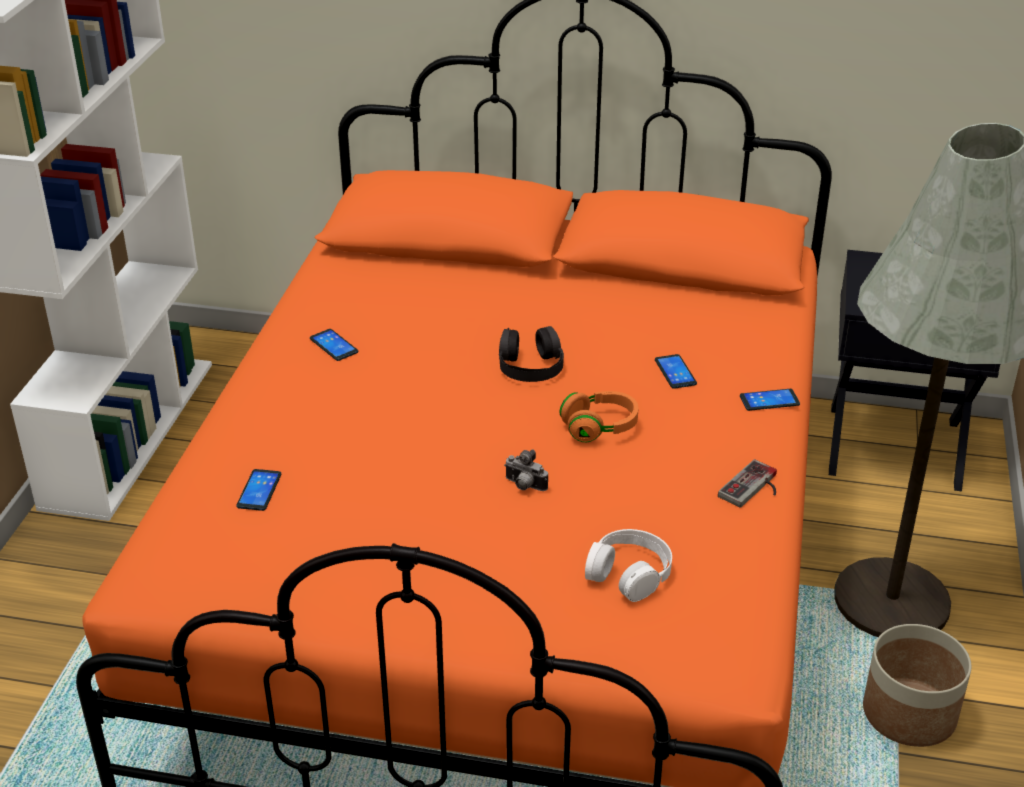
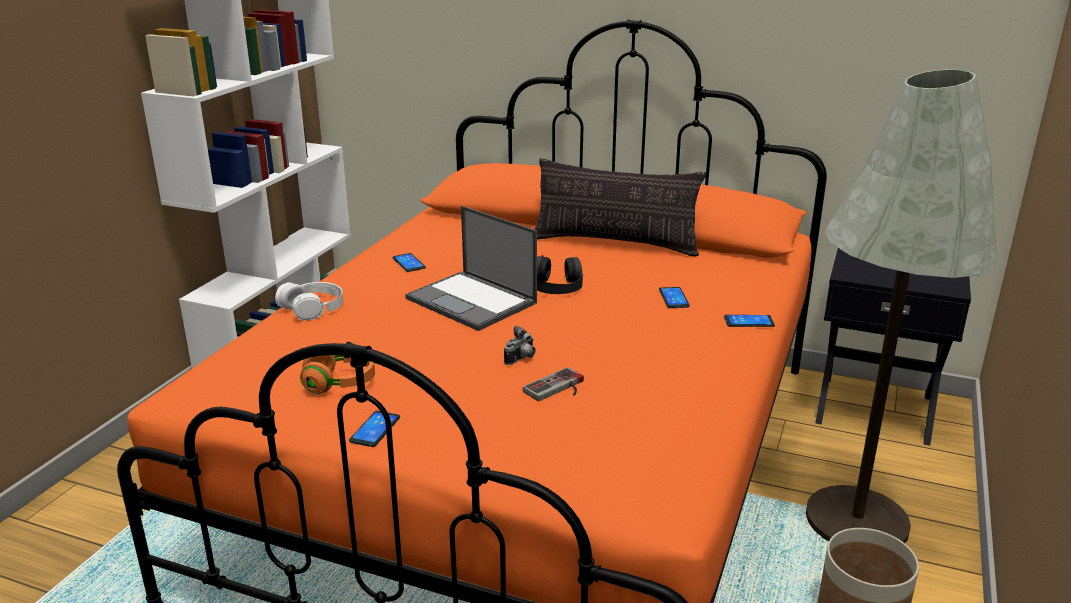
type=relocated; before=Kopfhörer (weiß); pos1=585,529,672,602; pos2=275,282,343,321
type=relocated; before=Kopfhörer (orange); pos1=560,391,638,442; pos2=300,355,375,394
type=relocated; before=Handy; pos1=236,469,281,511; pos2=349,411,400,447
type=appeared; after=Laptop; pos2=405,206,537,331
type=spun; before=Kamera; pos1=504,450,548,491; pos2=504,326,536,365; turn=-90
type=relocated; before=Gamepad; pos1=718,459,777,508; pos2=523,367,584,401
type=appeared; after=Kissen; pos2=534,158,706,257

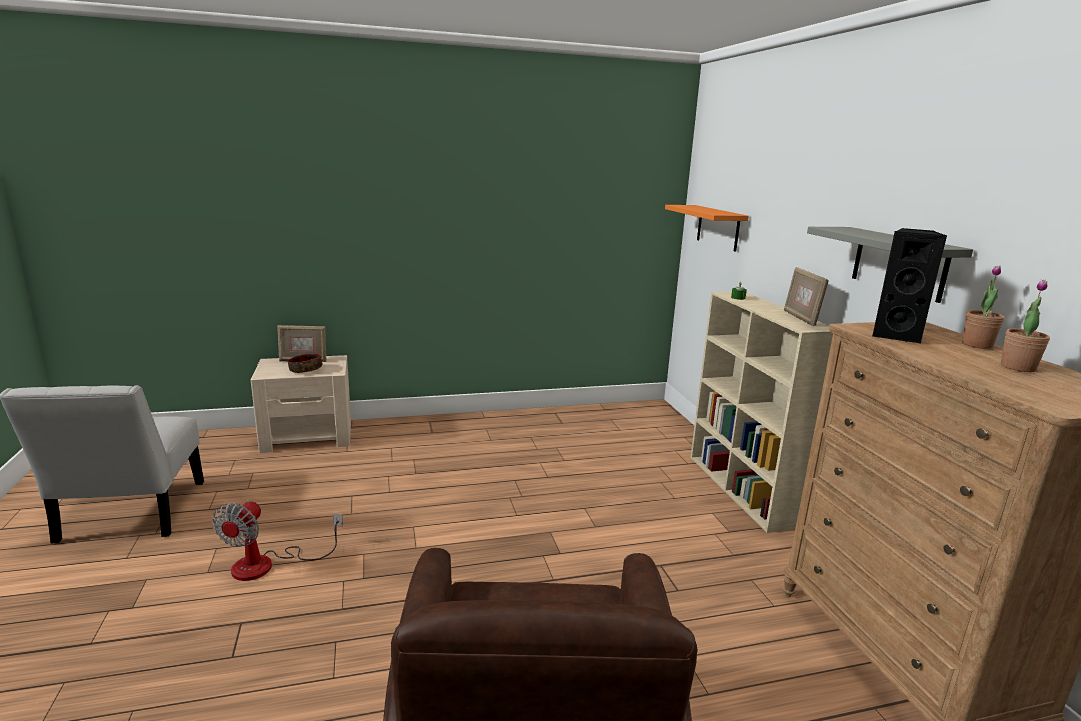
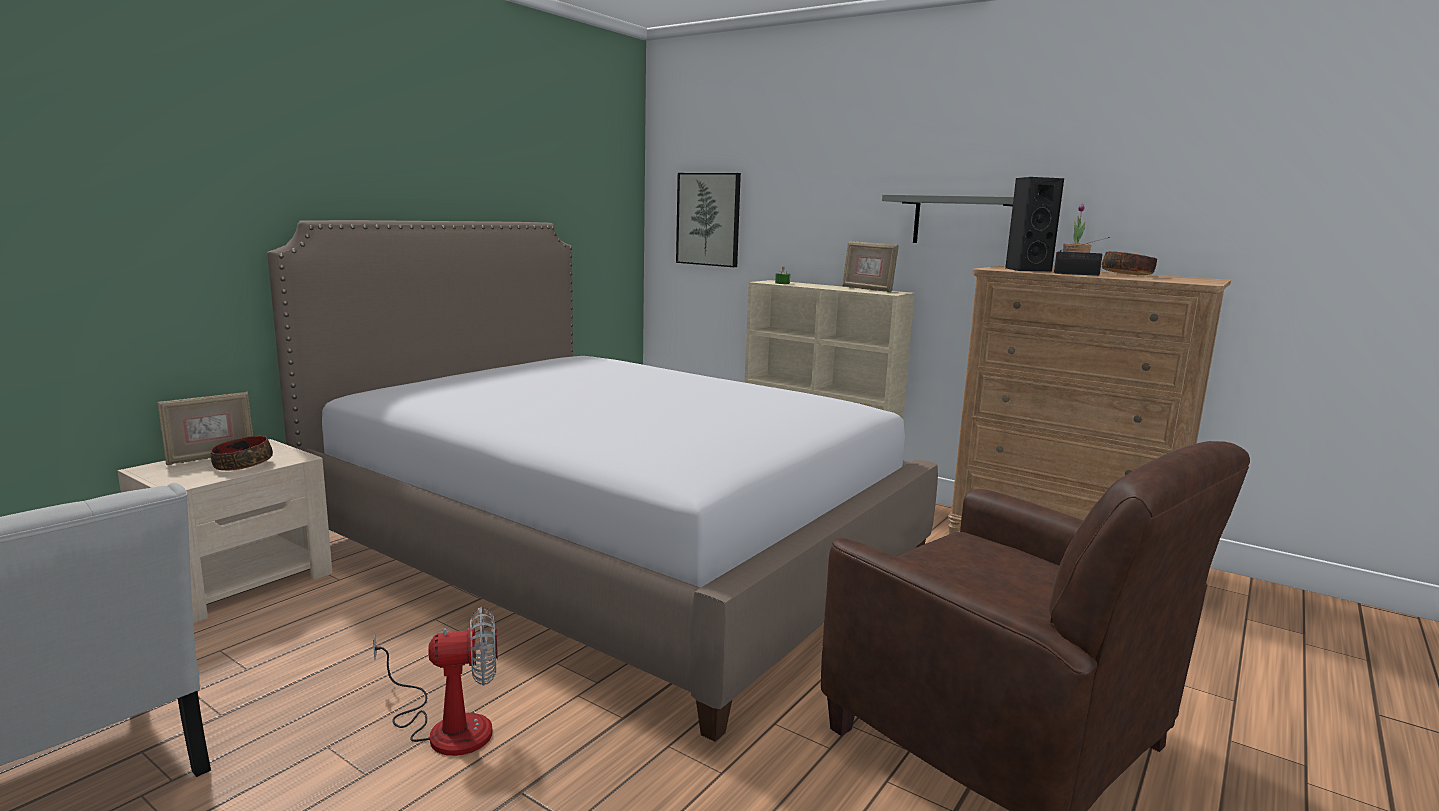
type=appeared; after=Bett; pos2=267,220,938,742
type=spun; before=Ventilator; pos1=212,500,343,581; pos2=373,607,498,756; turn=-75
type=exchanged; before=Wandregal (orange); after=Bild; pos1=665,205,749,252; pos2=676,173,741,267
type=appeared; after=Radio; pos2=1054,237,1110,276
type=exchanged; before=Topfpflanze; after=Schüssel; pos1=1001,280,1050,372; pos2=1102,251,1157,275

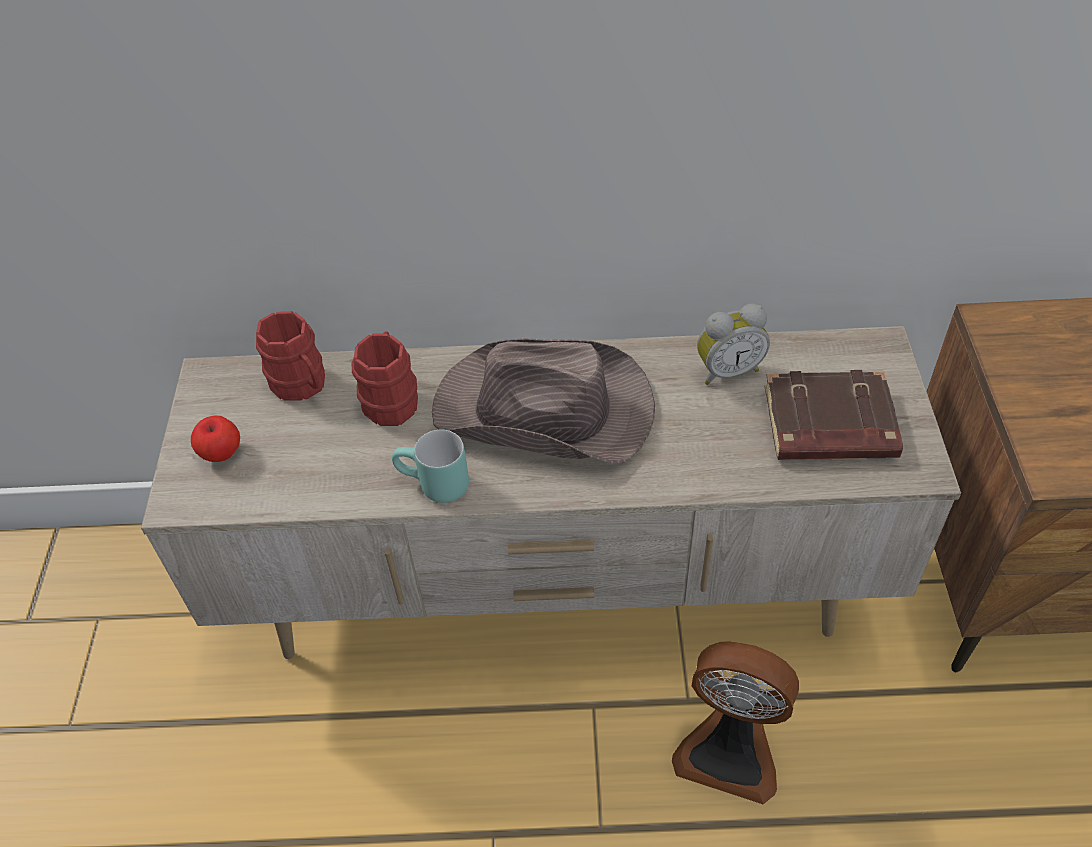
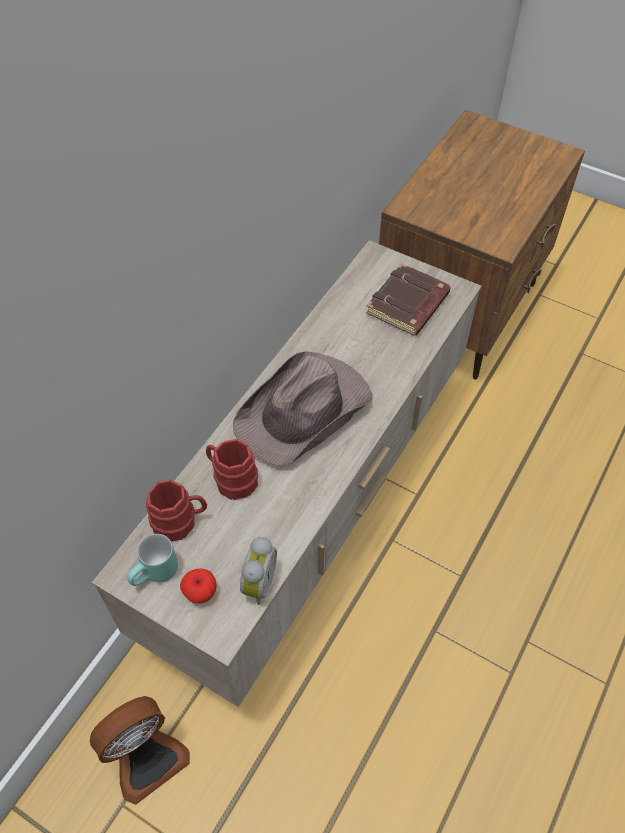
type=relocated; before=Ventilator; pos1=672,641,799,804; pos2=90,696,190,805
type=relocated; before=Henkelbecher (türkis); pos1=392,430,469,503; pos2=127,534,178,586
type=relocated; before=Wecker; pos1=697,304,770,385; pos2=240,537,277,605

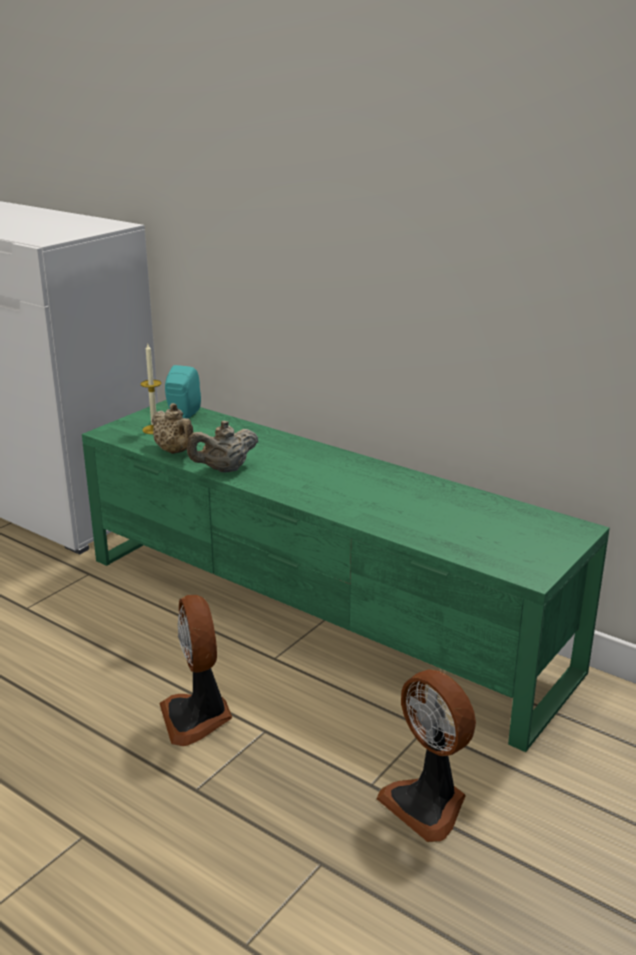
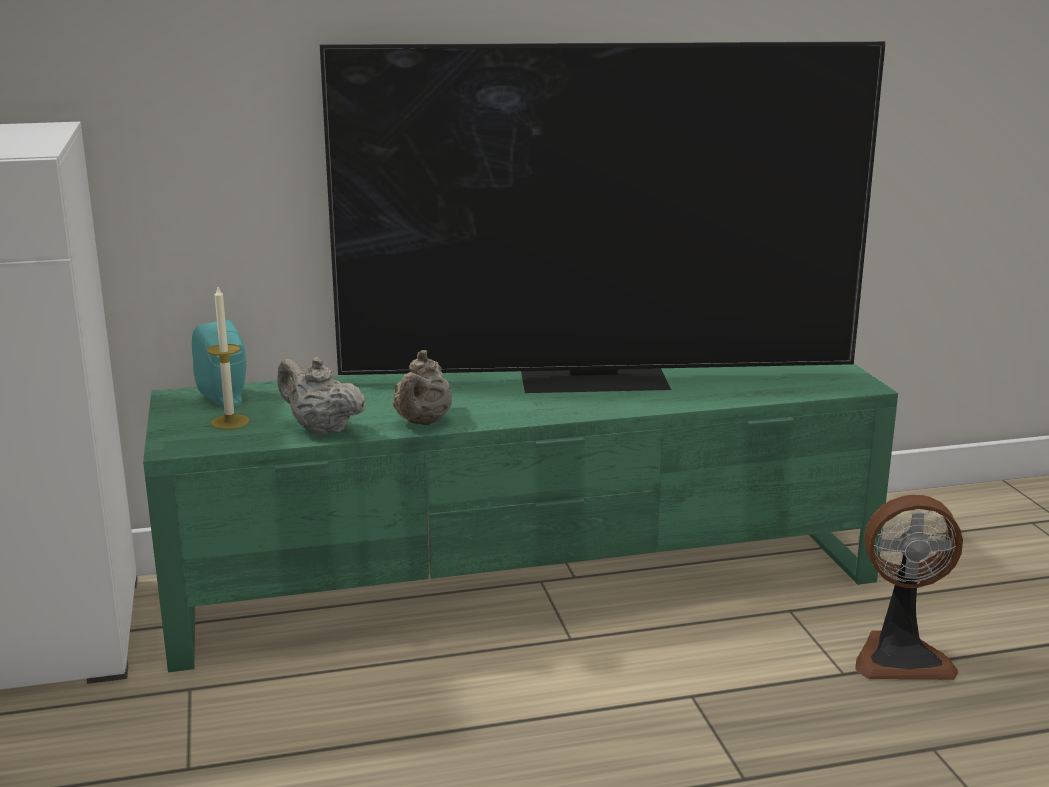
type=spun; before=Teekanne (beige); pos1=151,403,193,454; pos2=277,357,366,436; turn=-150
type=appeared; after=Fernseher; pos2=320,41,886,393
type=missing; before=Ventilator; pos1=159,595,232,746

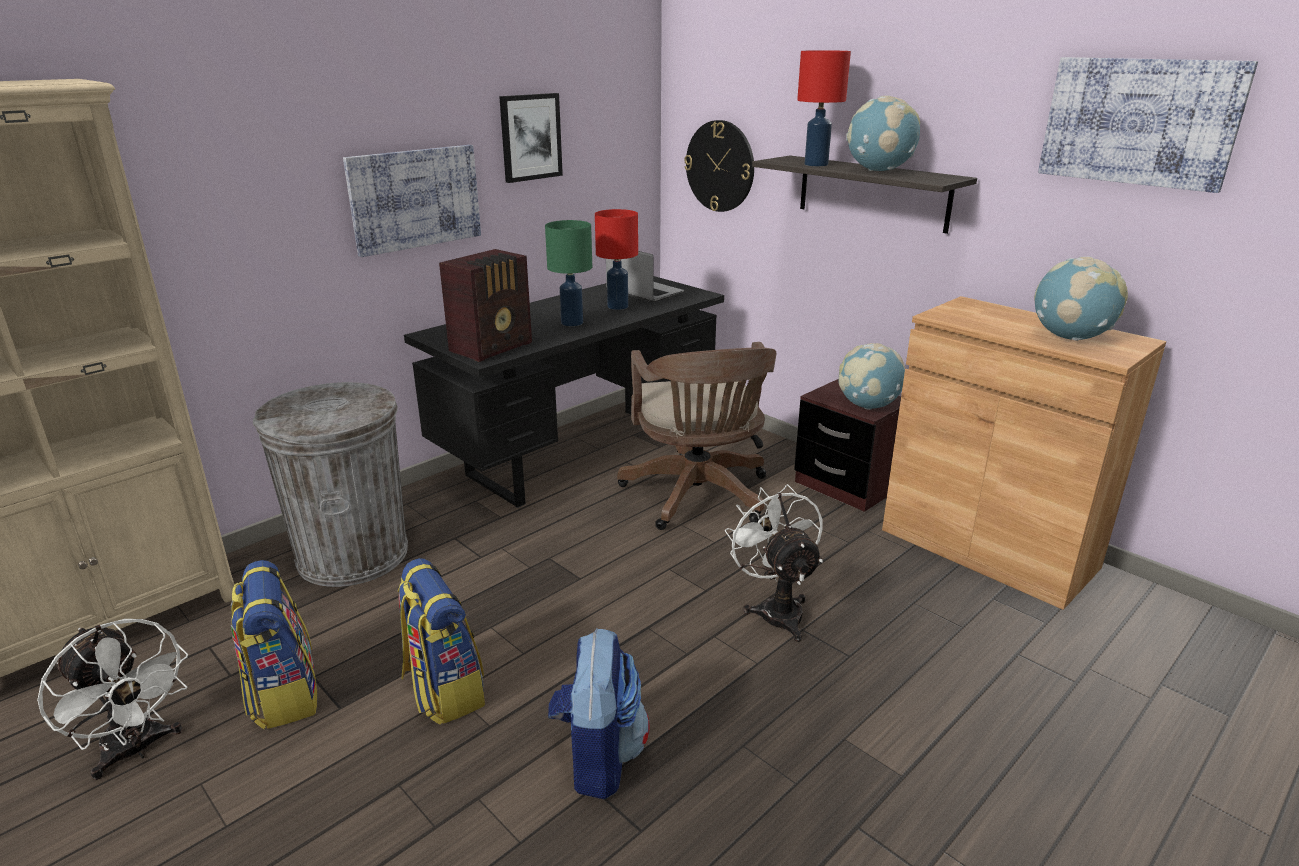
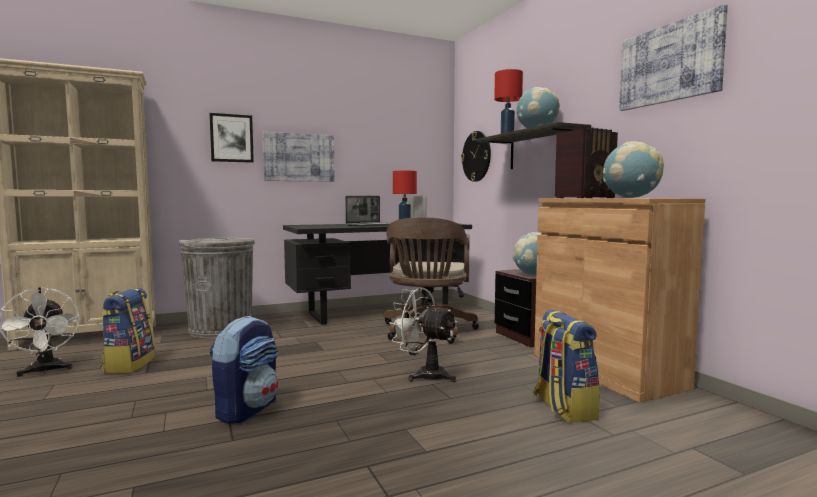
type=relocated; before=Bild; pos1=499,93,563,183; pos2=210,113,254,163
type=exchanged; before=Tischlampe (grün); after=Laptop; pos1=545,220,592,326; pos2=345,196,390,227
type=spun; before=Ventilator (weiß); pos1=725,484,823,642; pos2=389,288,457,382; turn=-60
type=relocated; before=Rucksack; pos1=397,558,485,725; pos2=533,310,600,423
type=relocated; before=Radio; pos1=439,249,532,362; pos2=555,128,618,198

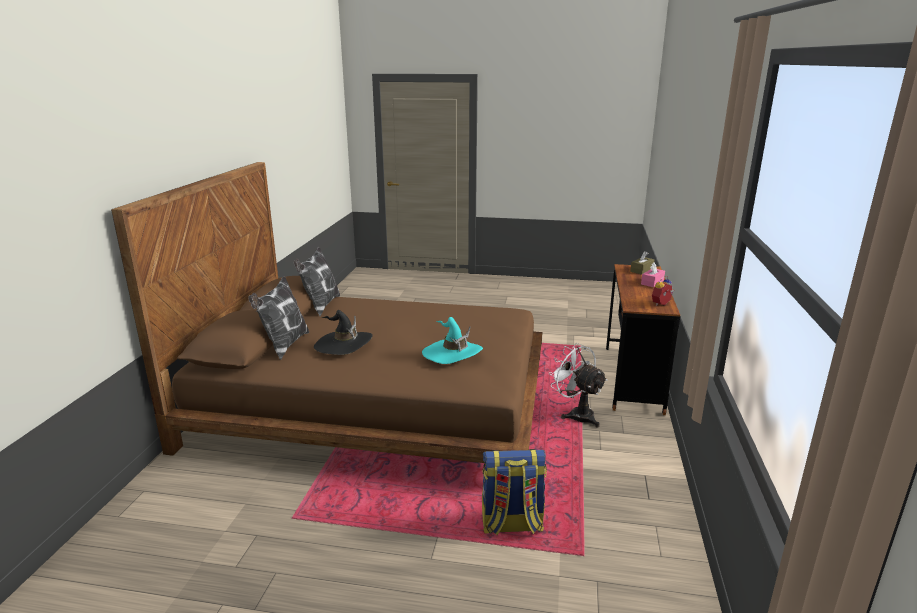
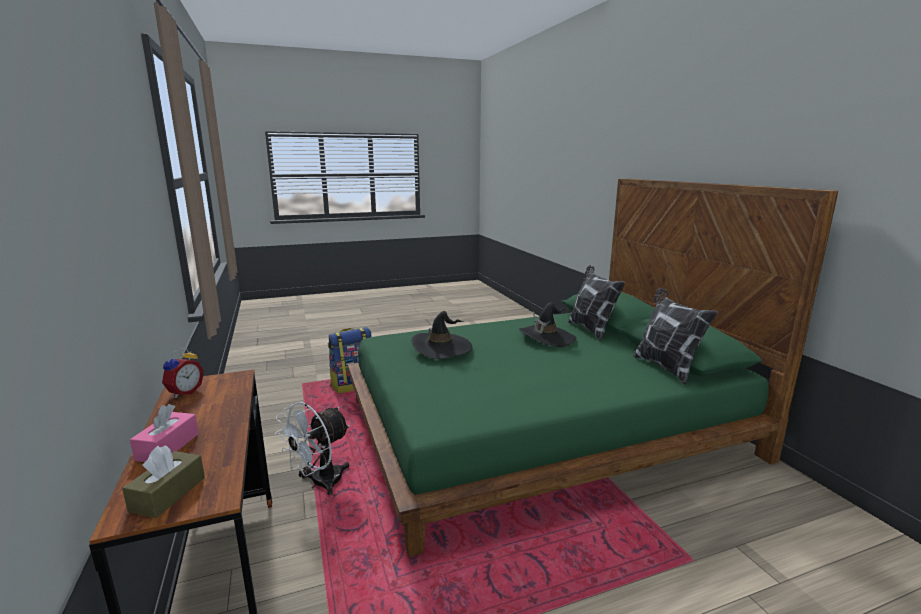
type=spun; before=Ventilator (weiß); pos1=549,343,608,428; pos2=275,402,350,495; turn=105
type=colour; before=Bett (braun); after=Bett (grün); pos1=111,162,542,463; pos2=348,178,838,557
type=colour; before=Hut (türkis); after=Hut (schwarz); pos1=422,317,483,364; pos2=411,311,473,359

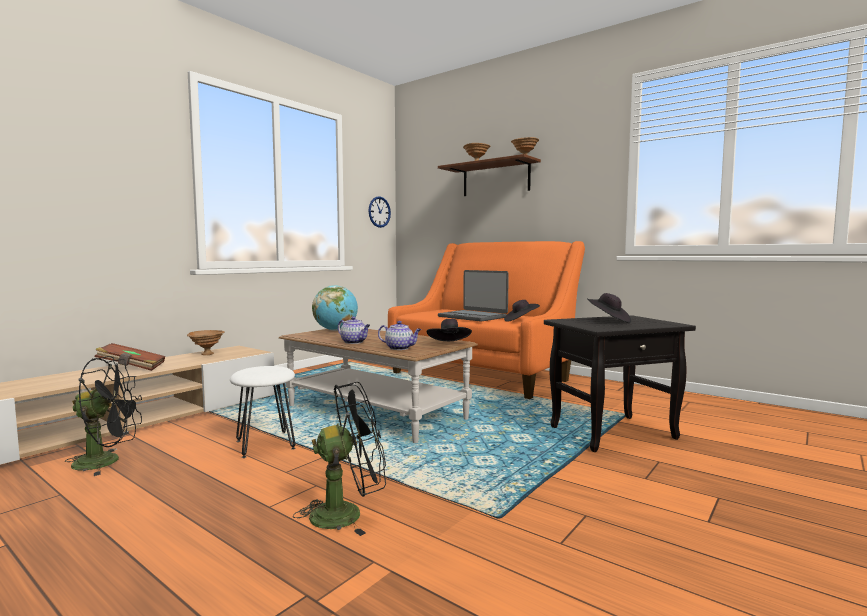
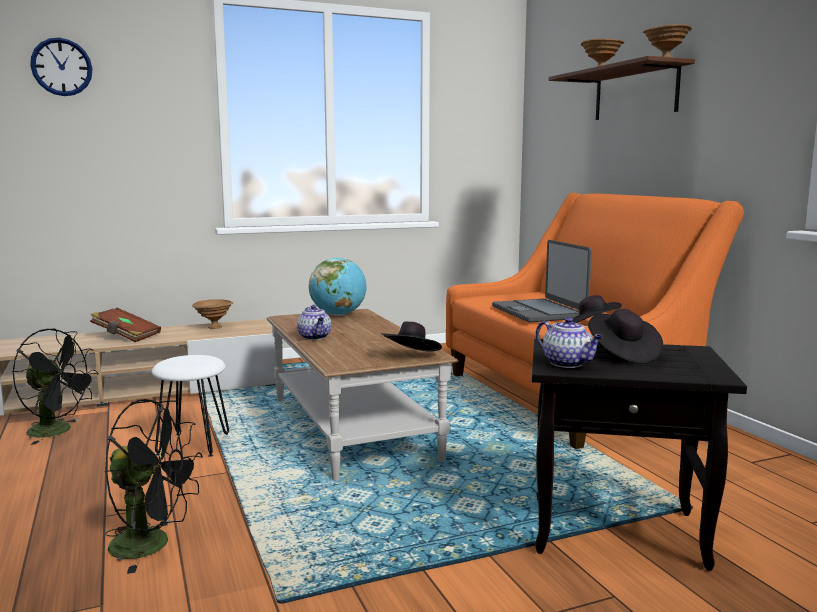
type=relocated; before=Wanduhr; pos1=369,196,391,228; pos2=30,38,92,96
type=relocated; before=Teekanne; pos1=378,321,421,350; pos2=536,317,603,368

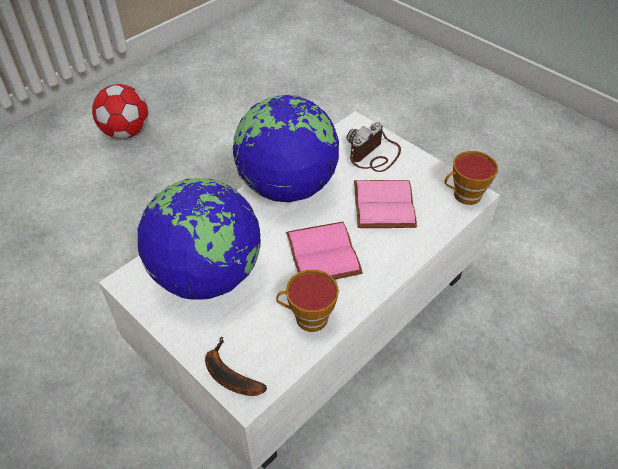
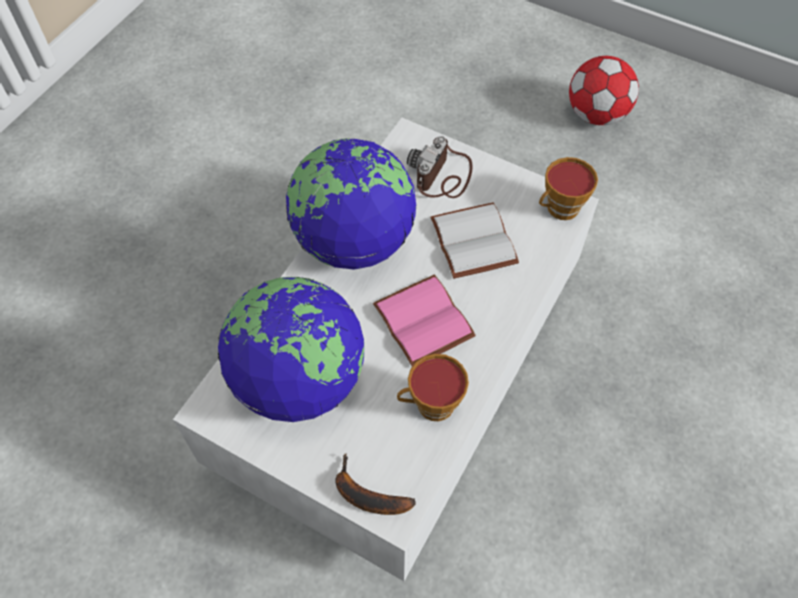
type=colour; before=Buch (rosa); after=Buch (weiß); pos1=354,180,417,228; pos2=430,202,519,279
type=relocated; before=Fußball; pos1=92,84,148,139; pos2=569,56,639,125

